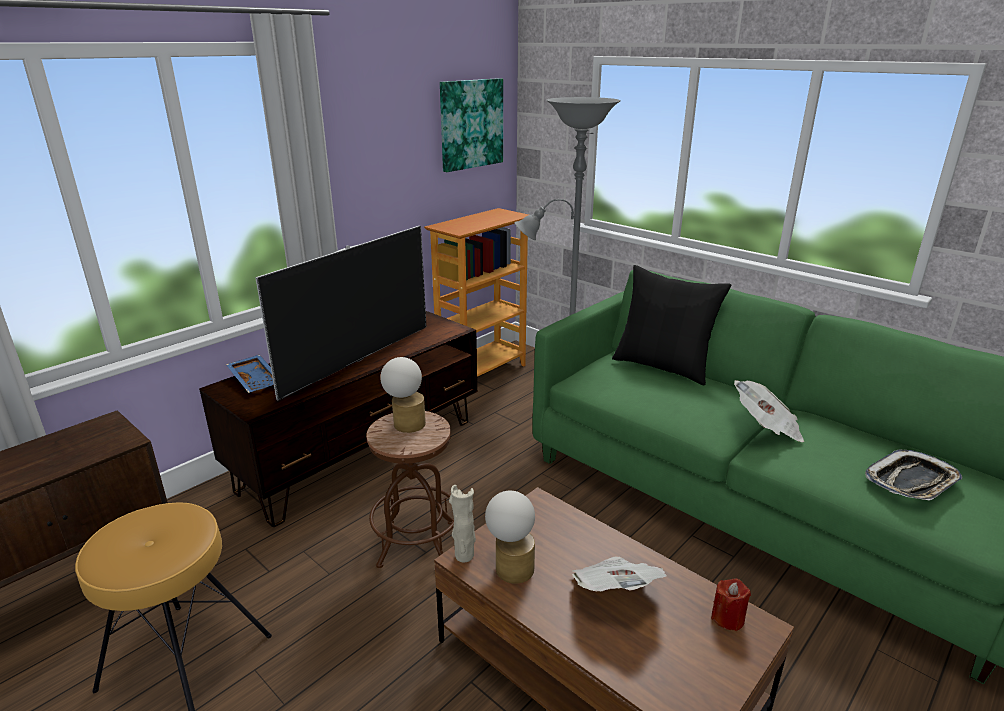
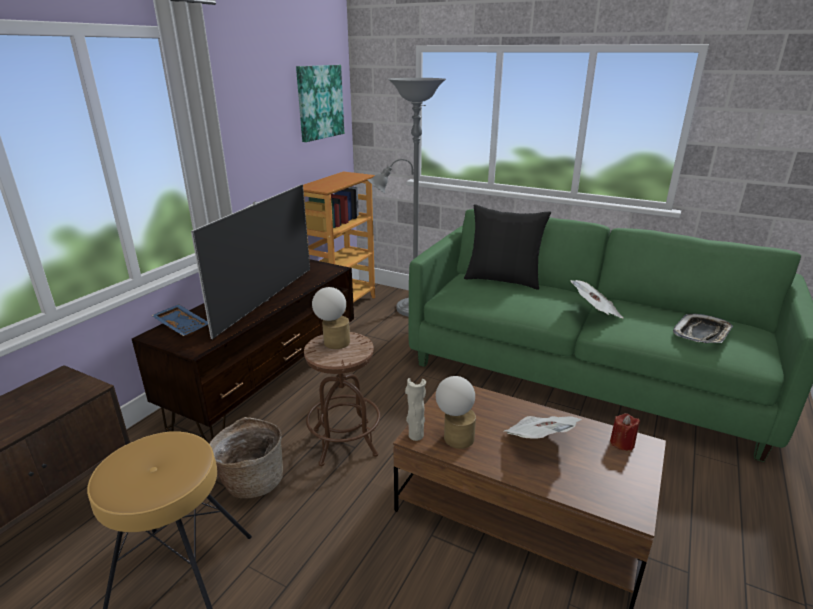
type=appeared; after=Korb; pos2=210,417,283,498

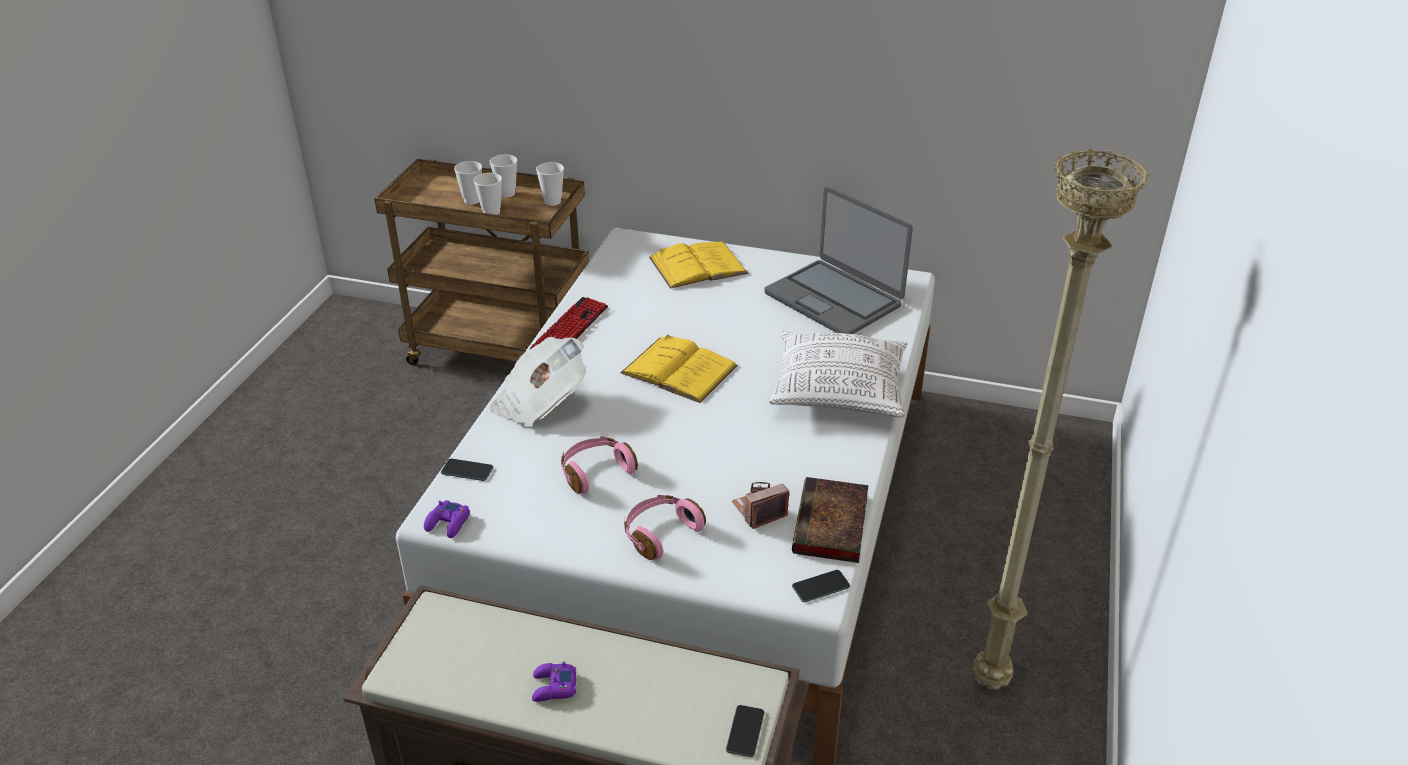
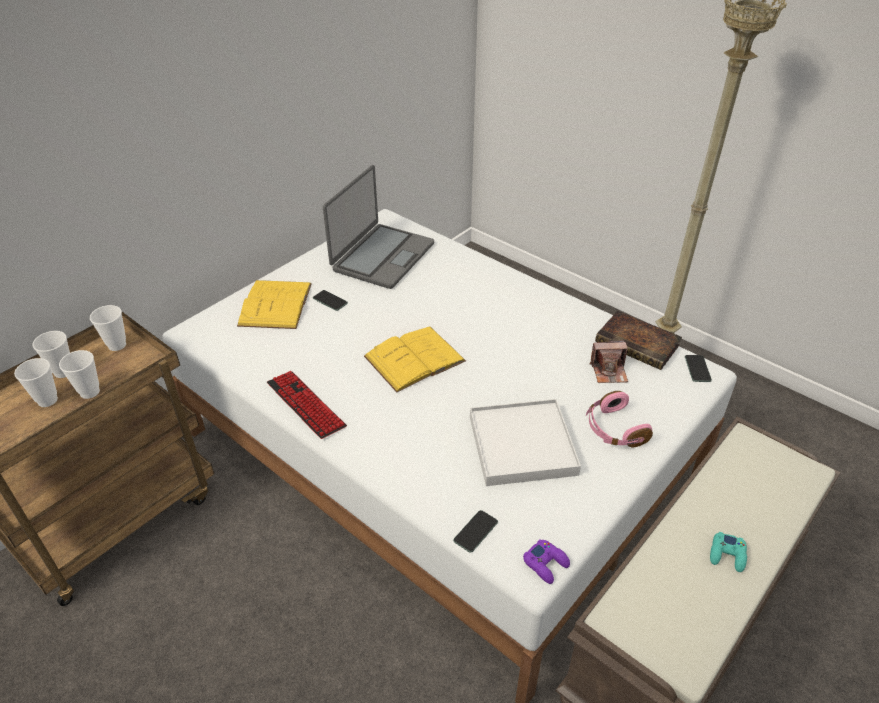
type=relocated; before=Handy; pos1=726,705,764,757; pos2=313,290,348,311
type=spun; before=Laptop; pos1=764,187,913,334; pos2=323,165,434,289; turn=-45
type=exchanged; before=Kopfhörer (rosa); after=Tablett (weiß); pos1=561,436,638,494; pos2=470,399,581,486
type=spun; before=Kamera; pos1=732,482,789,529; pos2=590,340,628,383; turn=-90
type=colour; before=Gamepad (lila); after=Gamepad (türkis); pos1=532,662,576,702; pos2=710,532,747,572
type=missing; before=Zeitung; pos1=490,337,586,427
type=missing; before=Kissen; pos1=769,330,908,418

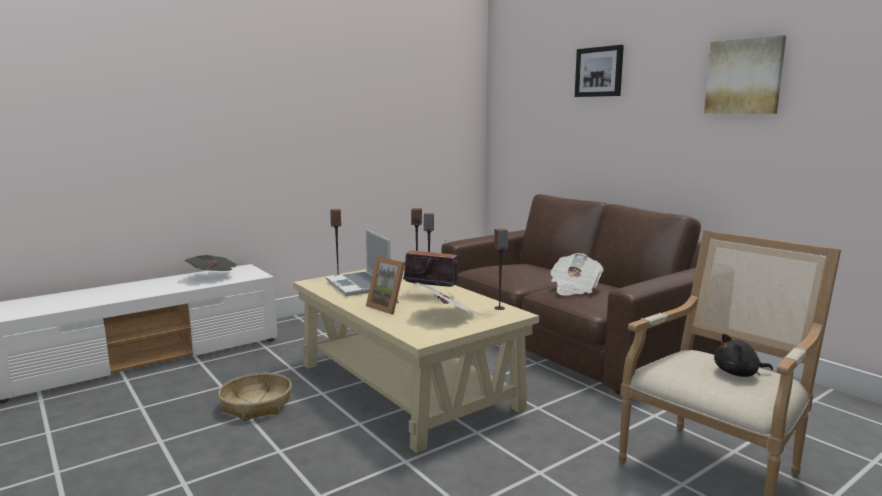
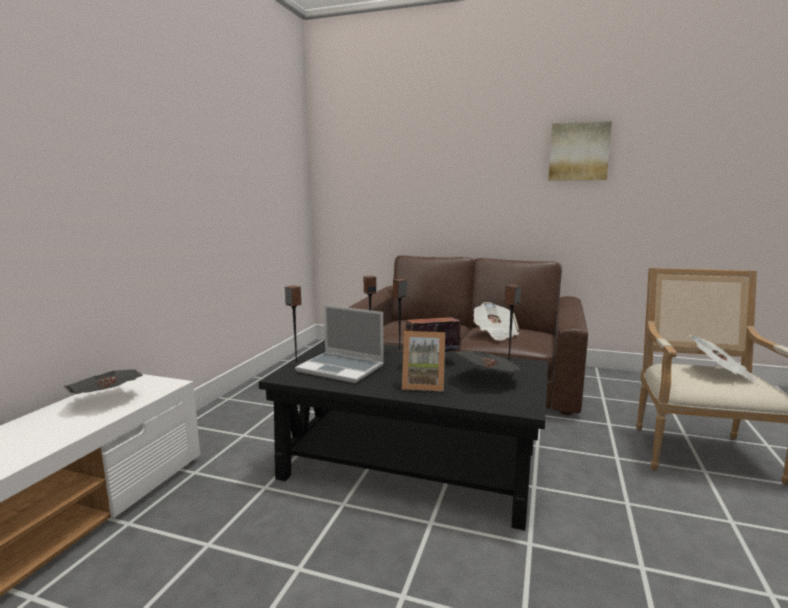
type=colour; before=Couchtisch (beige); after=Couchtisch (schwarz); pos1=293,267,539,453; pos2=259,340,548,530
type=exchanged; before=Plüschtier (schwarz); after=Zeitung; pos1=714,334,773,377; pos2=689,335,758,383
type=missing; before=Korb; pos1=218,373,292,421
type=missing; before=Bild; pos1=575,45,624,97

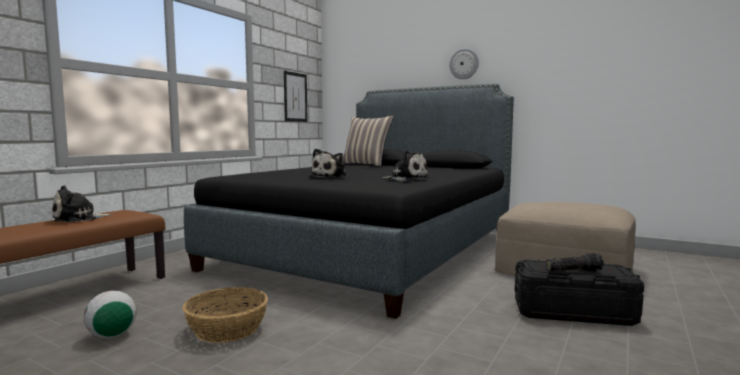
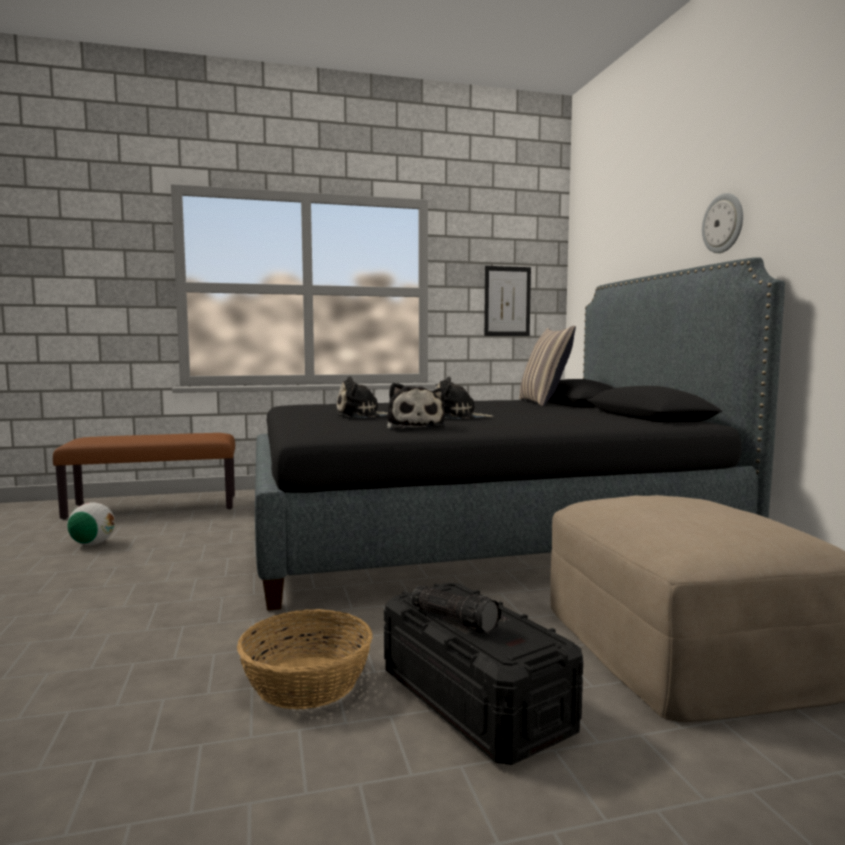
type=relocated; before=Korb; pos1=183,287,268,343; pos2=237,609,373,710
type=relocated; before=Plüschtier; pos1=52,185,112,222; pos2=436,377,494,419

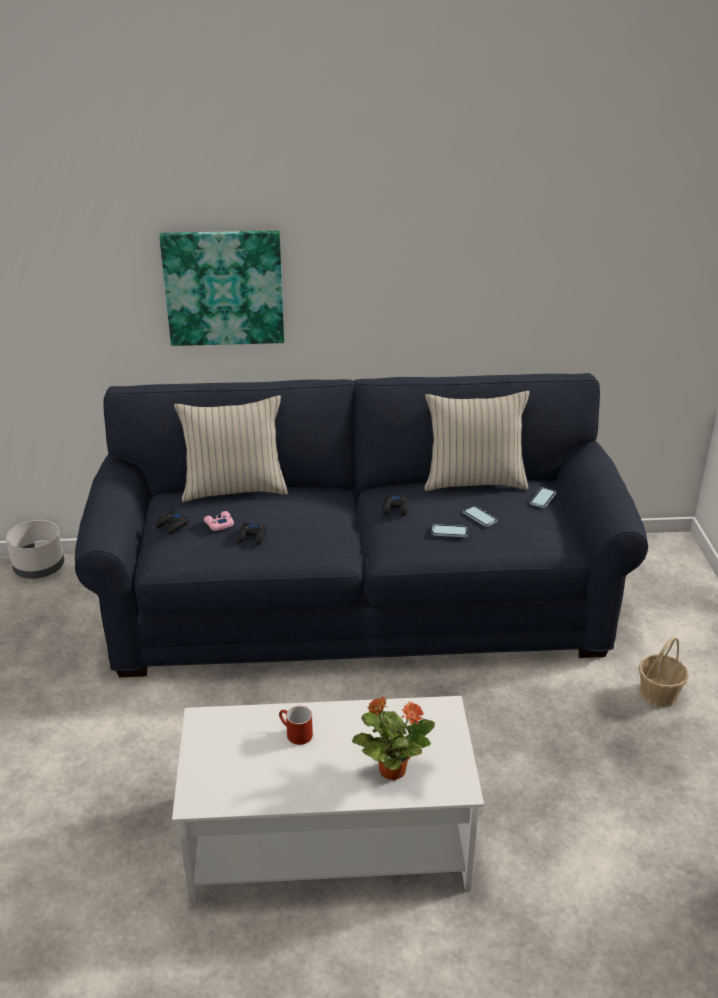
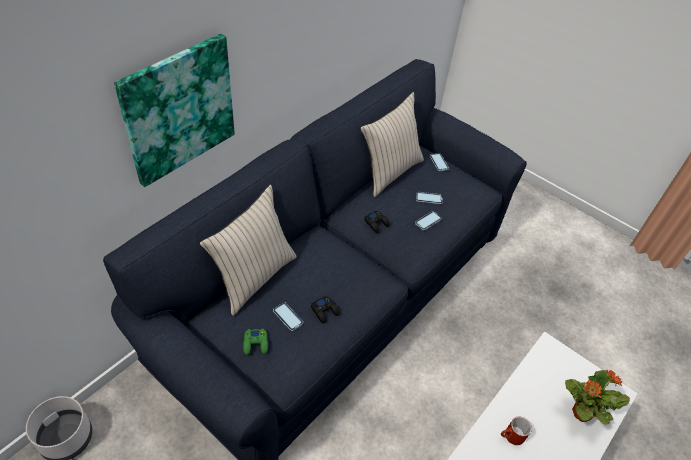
type=colour; before=Gamepad (schwarz); after=Gamepad (grün); pos1=155,510,189,535; pos2=243,329,268,355
type=exchanged; before=Gamepad (rosa); after=Handy; pos1=204,511,234,531; pos2=273,302,303,331
type=missing; before=Korb; pos1=639,636,689,707

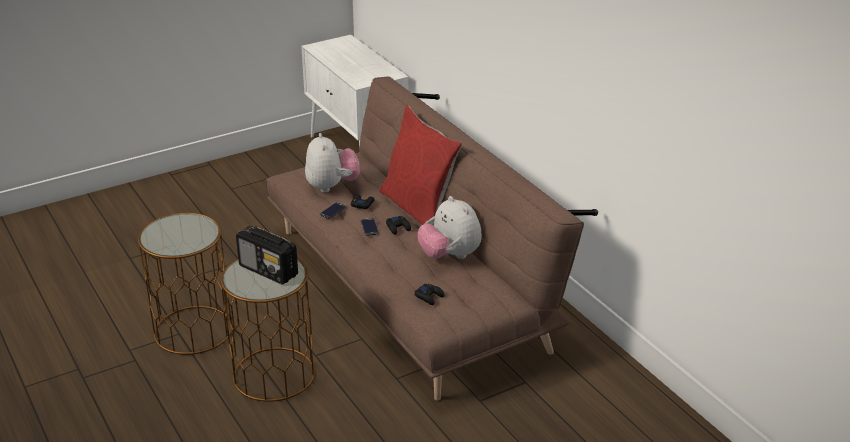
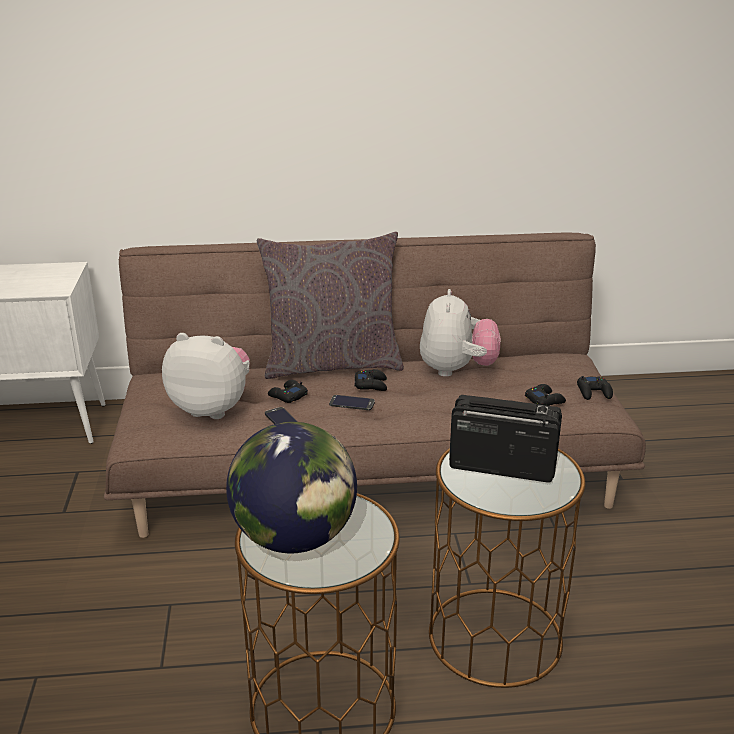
type=appeared; after=Globus; pos2=226,422,357,553
type=colour; before=Kissen (rot); after=Kissen (grau); pos1=380,105,463,225; pos2=257,232,404,379
type=spun; before=Plüschtier; pos1=418,196,482,259; pos2=420,289,501,376; turn=-75
type=spun; before=Radio; pos1=236,226,298,285; pos2=449,395,562,483; turn=-135
type=appeared; after=Gamepad (schwarz); pos2=577,376,613,400

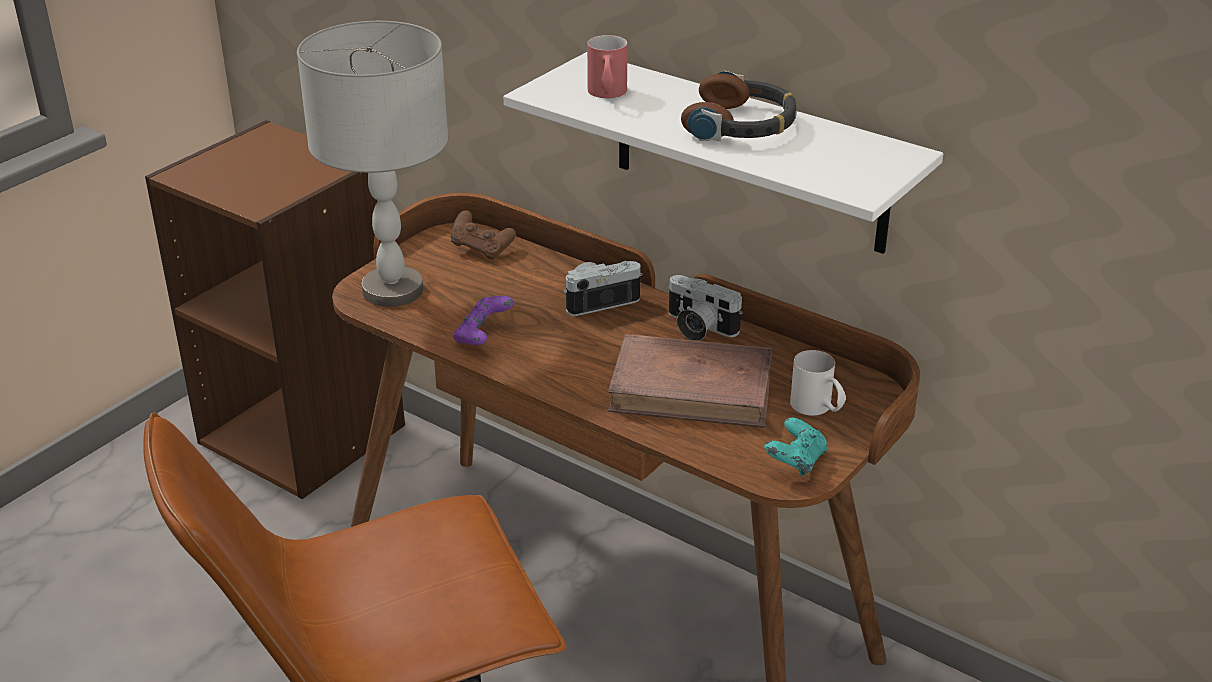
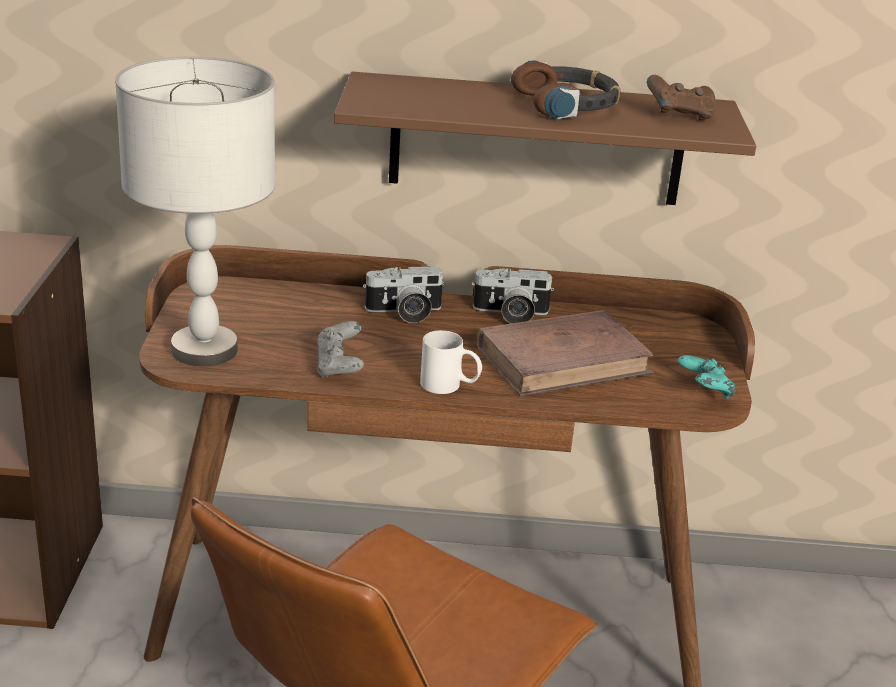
type=colour; before=Gamepad (lila); after=Gamepad (grau); pos1=453,296,514,345; pos2=317,321,364,377
type=colour; before=Wandregal (weiß); after=Wandregal (braun); pos1=504,52,943,254; pos2=334,72,756,205
type=spun; before=Kamera; pos1=564,261,642,316; pos2=363,266,445,323; turn=-135
type=relocated; before=Henkelbecher (weiß); pos1=790,350,846,416; pos2=420,330,482,394
type=relocated; before=Gamepad (braun); pos1=451,210,516,259; pos2=647,75,716,120
type=missing; before=Henkelbecher (rot); pos1=587,35,627,98

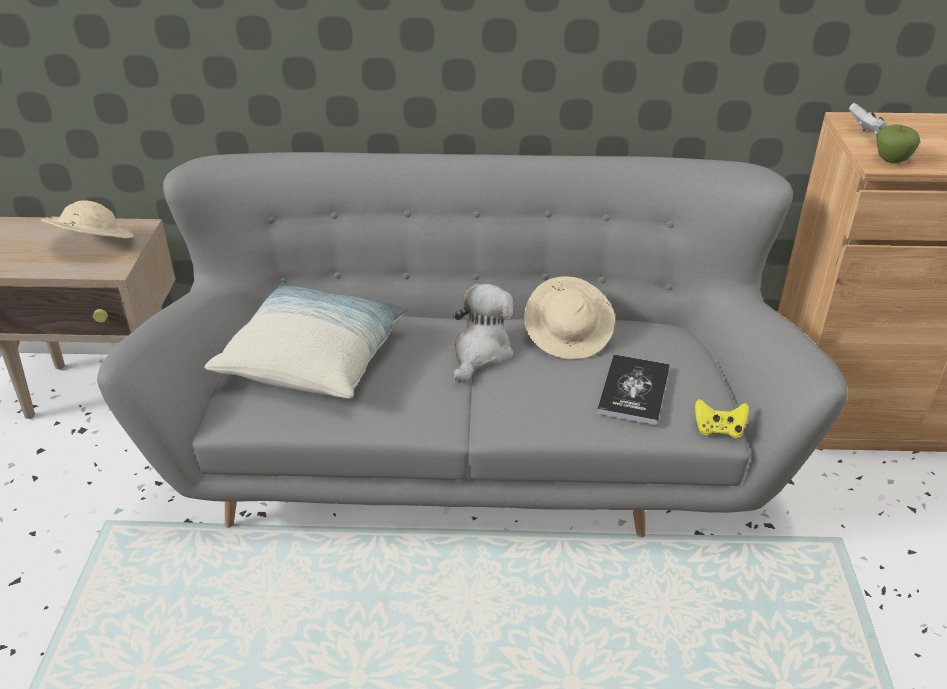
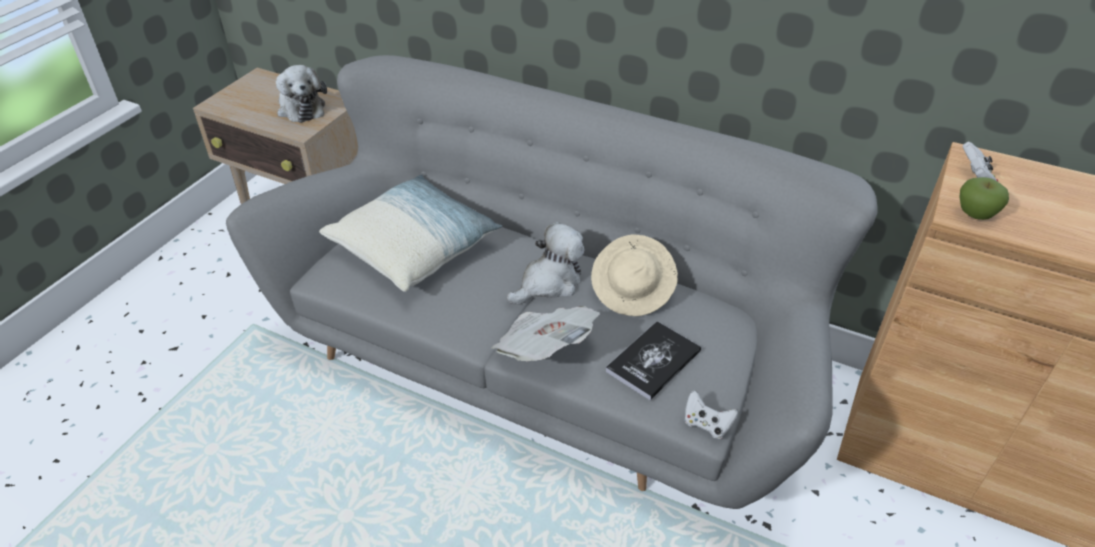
type=exchanged; before=Hut (beige); after=Plüschtier; pos1=41,200,134,238; pos2=276,65,327,123
type=appeared; after=Zeitung; pos2=492,306,600,361
type=colour; before=Gamepad (gelb); after=Gamepad (weiß); pos1=695,399,749,438; pos2=684,390,738,439

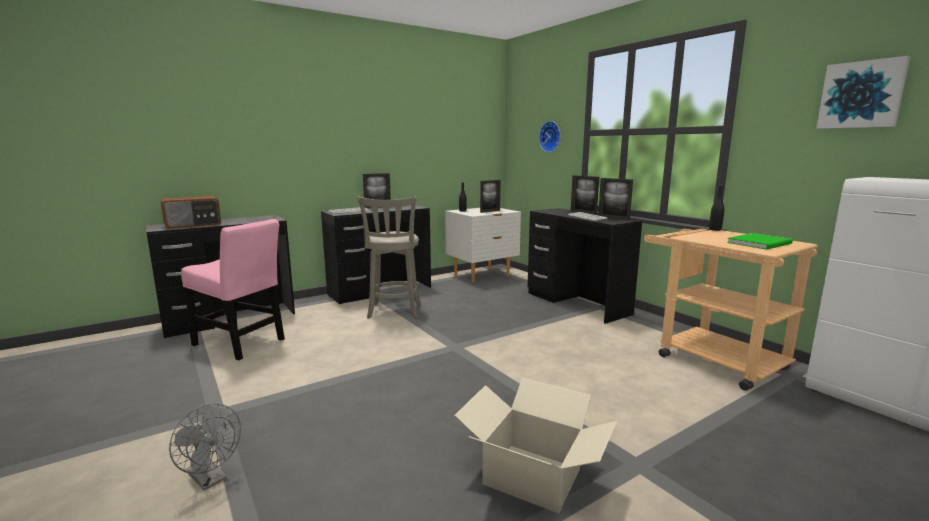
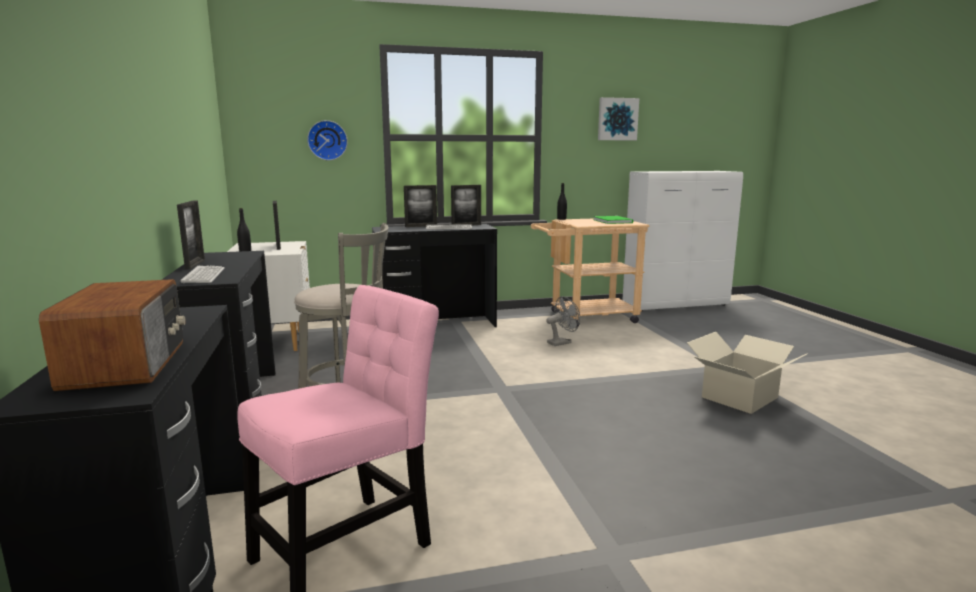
type=relocated; before=Ventilator (grau); pos1=169,404,241,490; pos2=546,296,580,346

